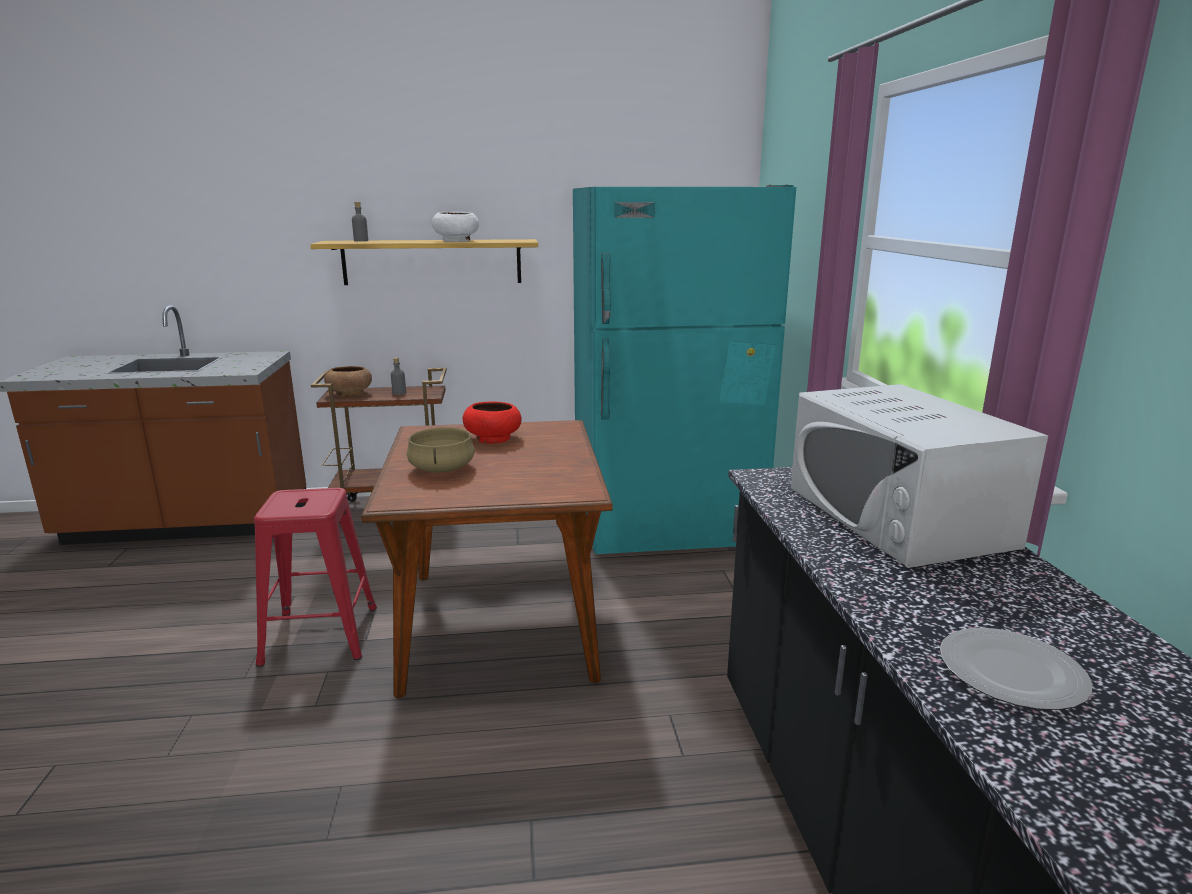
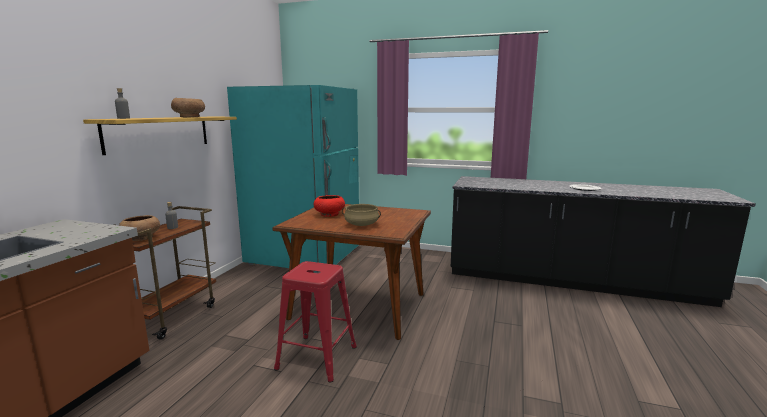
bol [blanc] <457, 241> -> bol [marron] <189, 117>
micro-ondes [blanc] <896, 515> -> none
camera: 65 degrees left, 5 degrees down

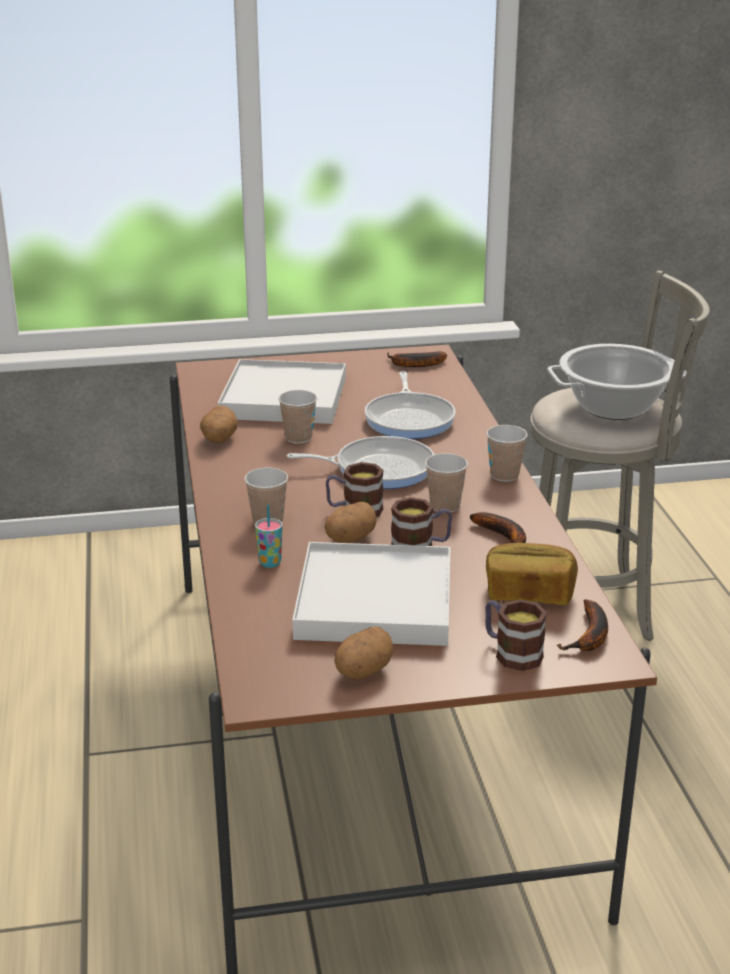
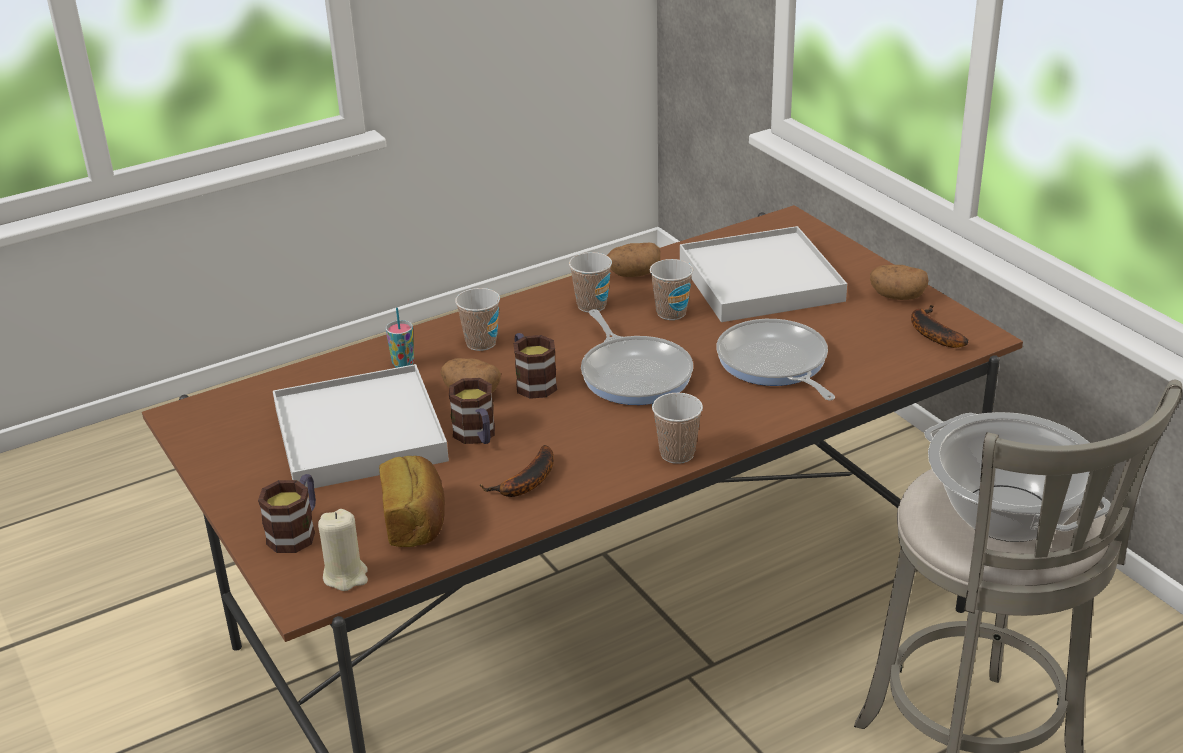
banane <590, 636> -> bougie [beige] <345, 576>
tasse <445, 506> -> tasse <591, 305>, moved
poêle <410, 419> -> poêle <774, 364>, 90 degrees clockwise
pomme de terre <362, 672> -> pomme de terre <897, 297>, moved
camera: 70 degrees right, 5 degrees up

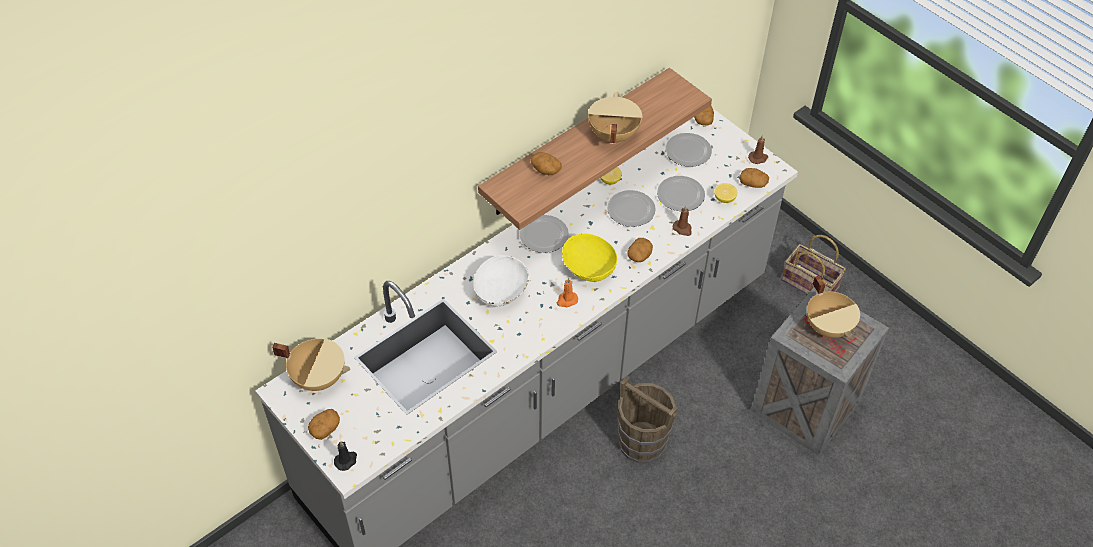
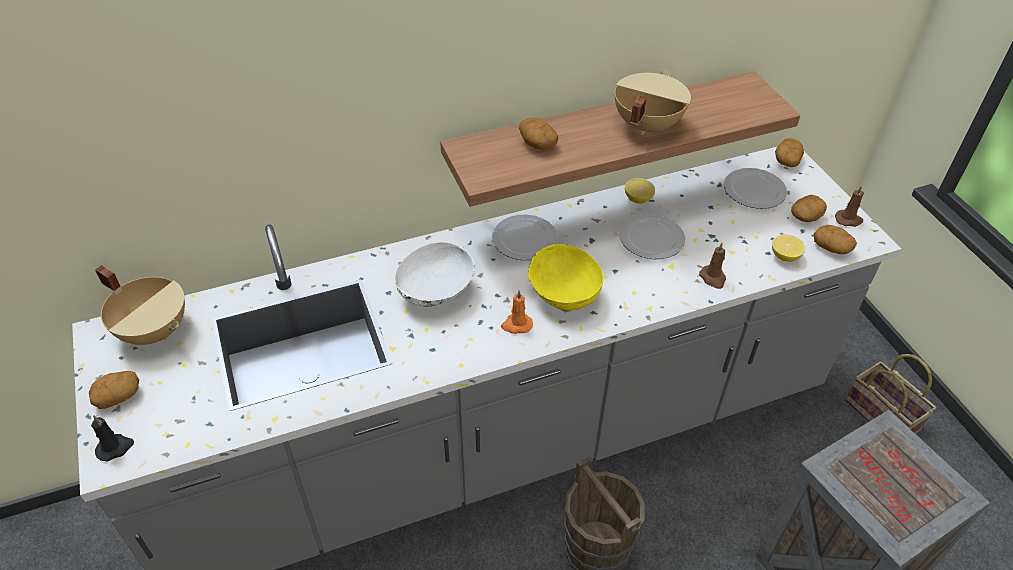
pomme de terre <639, 255> -> pomme de terre <806, 217>, moved
assiette <680, 195> -> none
marmite [beige] <828, 326> -> none
camera: 20 degrees right, 5 degrees down

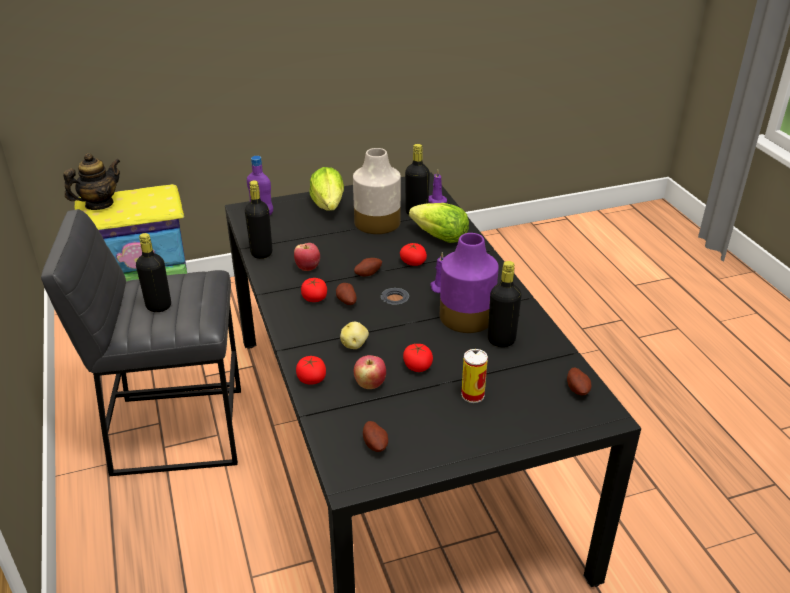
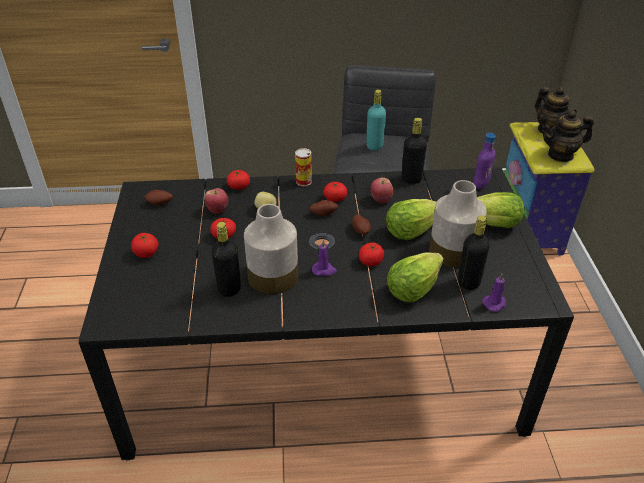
none -> tomate <146, 253>
vase [violet] <466, 316> -> vase [beige] <273, 276>
boîte métallique <472, 395> -> boîte métallique <303, 181>, moved
bouteille [noir] <159, 306> -> bouteille [turquoise] <374, 146>
none -> laitue <410, 231>
none -> théière <560, 155>
pomme de terre <578, 389> -> none
camera: 105 degrees right, 5 degrees up

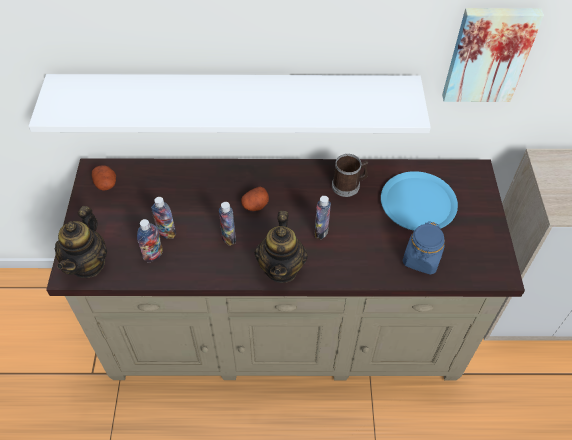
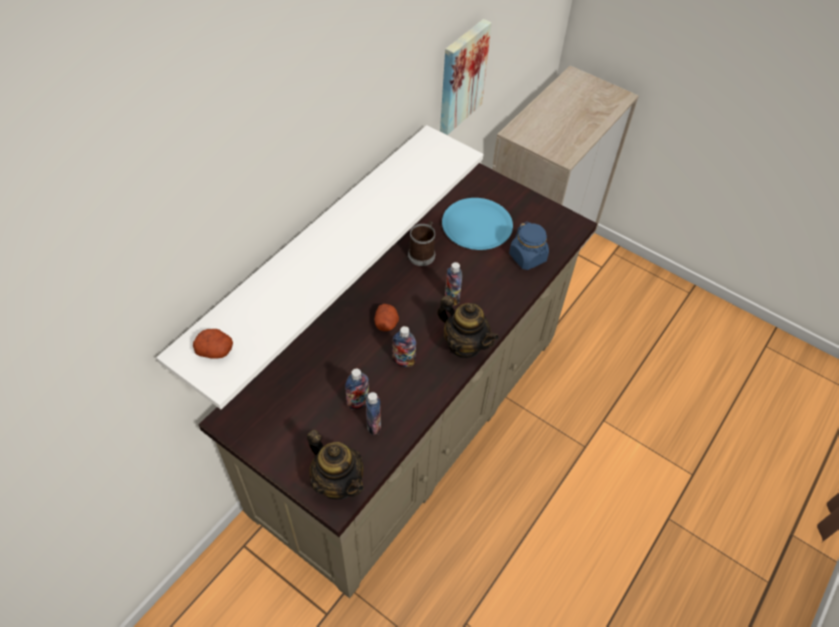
pomme de terre <106, 184> -> pomme de terre <216, 350>, moved
camera: 55 degrees left, 0 degrees up

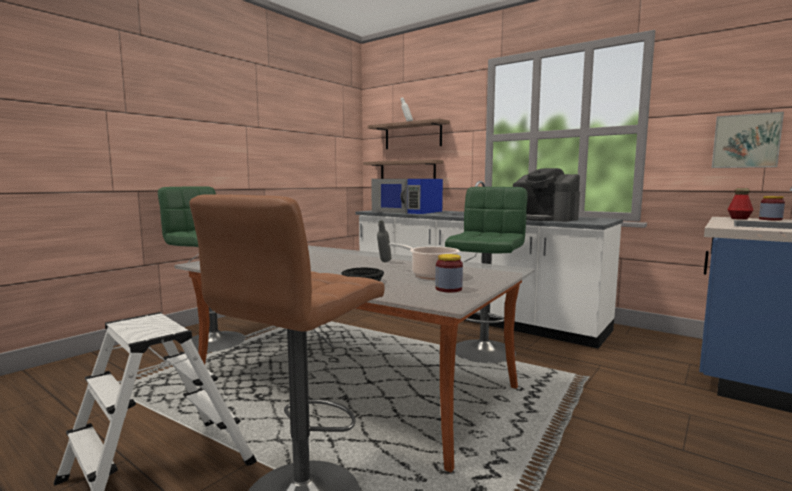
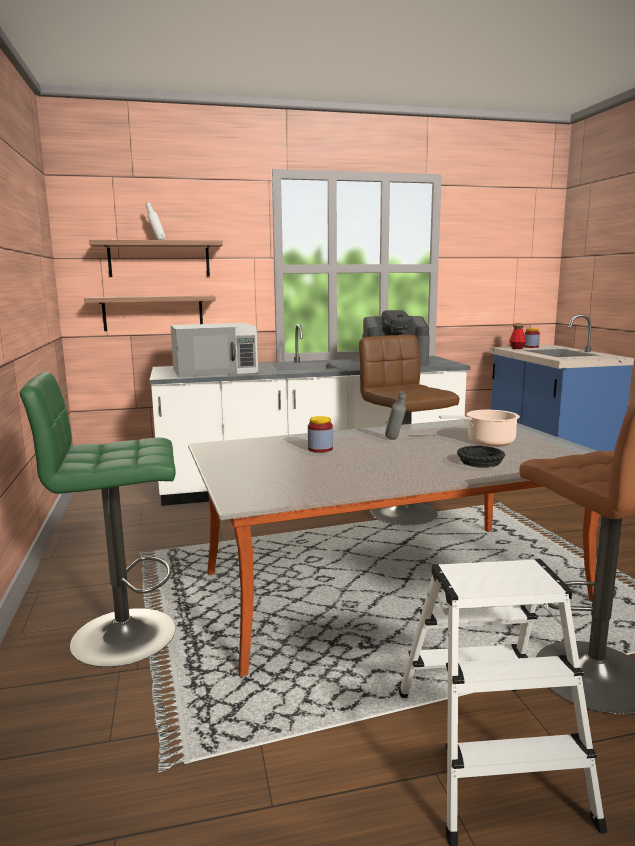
micro-ondes [bleu] <407, 211> -> micro-ondes [blanc] <215, 371>
bocal <448, 289> -> bocal <320, 449>, moved
tabouret [vert] <484, 351> -> tabouret [marron] <403, 512>
tableau <746, 141> -> none
camera: 50 degrees left, 5 degrees up

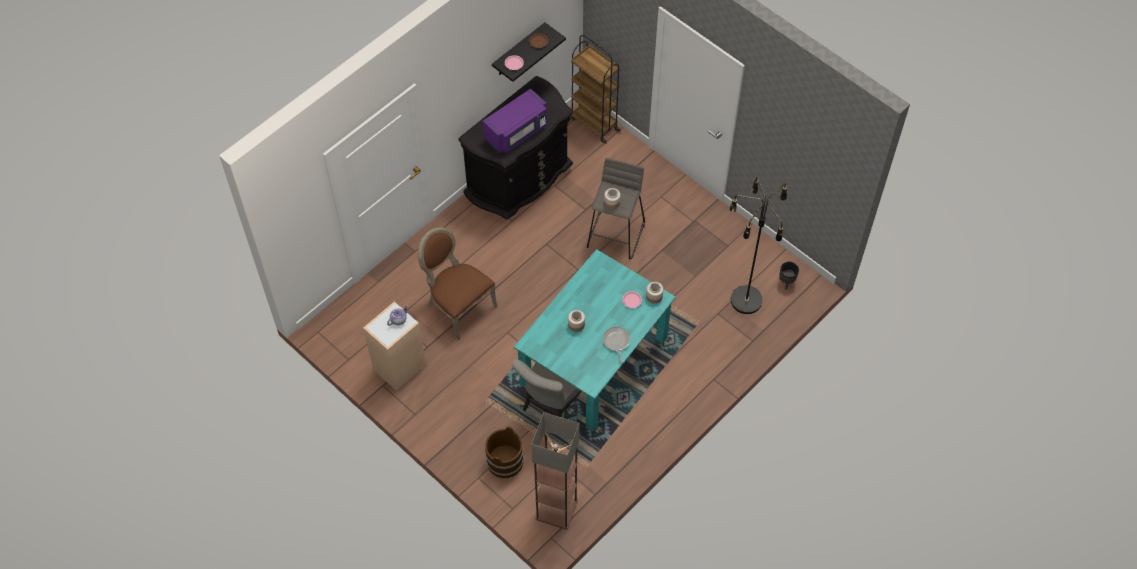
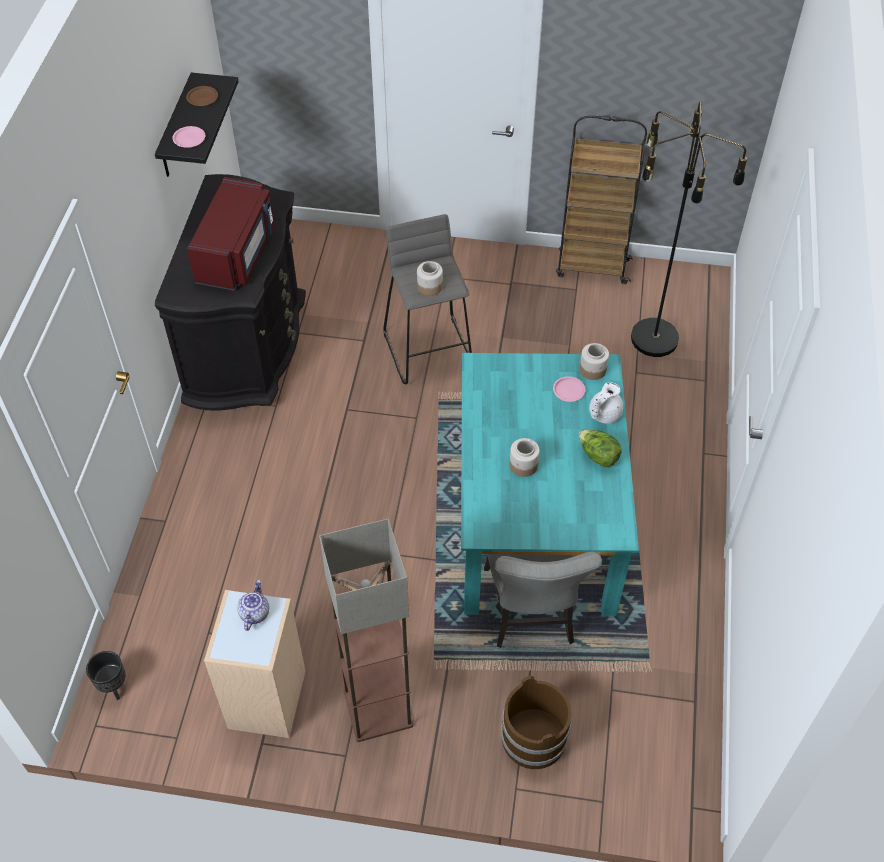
cache-pot [noir] <786, 282> -> cache-pot [noir] <114, 686>, moved
micro-ondes [violet] <517, 132> -> micro-ondes [rouge] <237, 254>
lampadaire <557, 509> -> lampadaire <378, 707>, moved
chariot [marron] <594, 124> -> chariot [marron] <592, 268>, moved
poêle <616, 342> -> laitue <598, 456>
none -> théière [blanc] <603, 414>
chaise [marron] <458, 306> -> none
camera: 35 degrees left, 5 degrees down

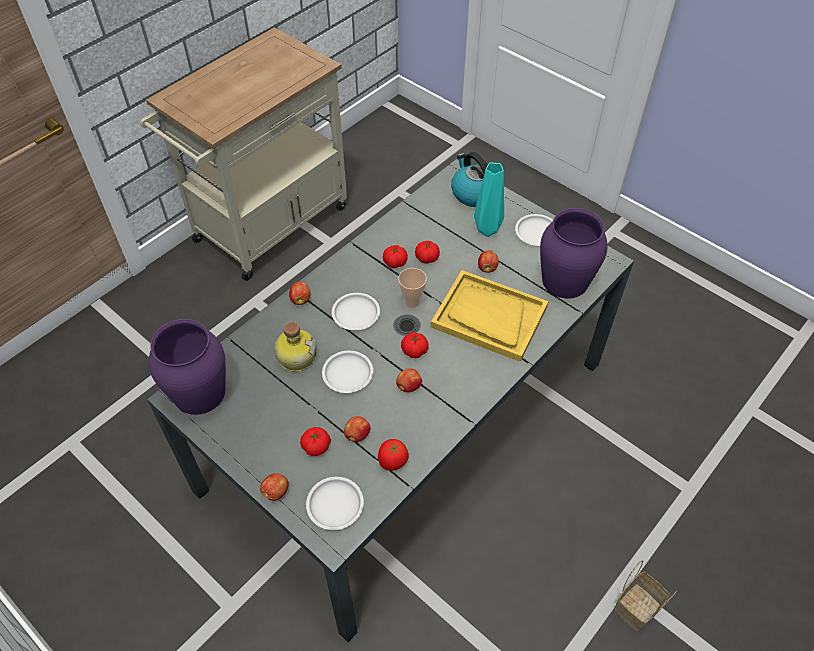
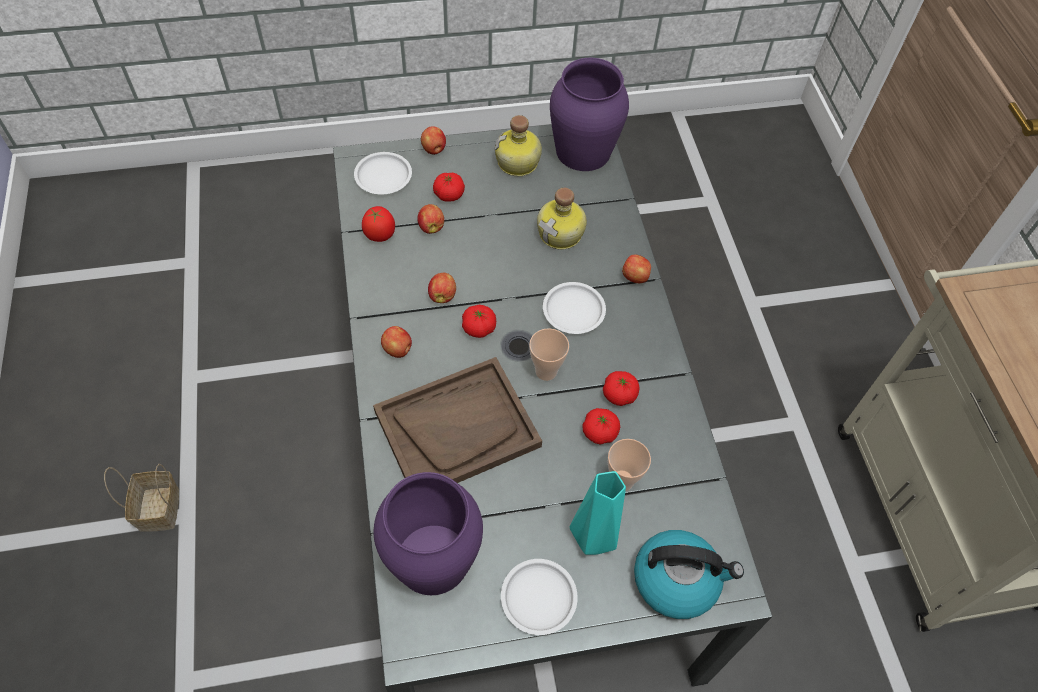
plateau [jaune] <489, 317> -> plateau [marron] <457, 428>
pomme <487, 268> -> pomme <398, 350>, moved
none -> bouteille <518, 163>
none -> tasse <622, 480>
assiette [blanc] <348, 373> -> none
camera: 125 degrees right, 5 degrees up

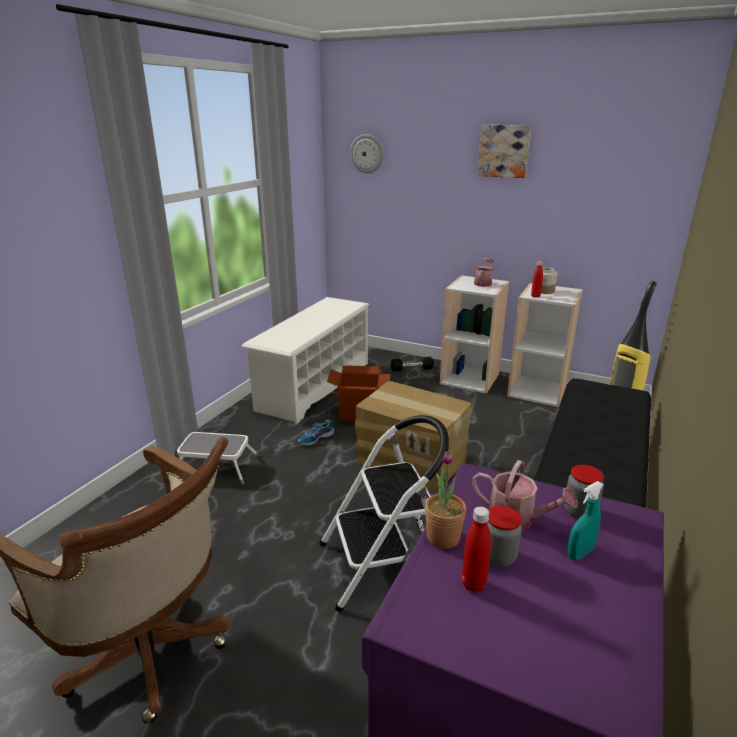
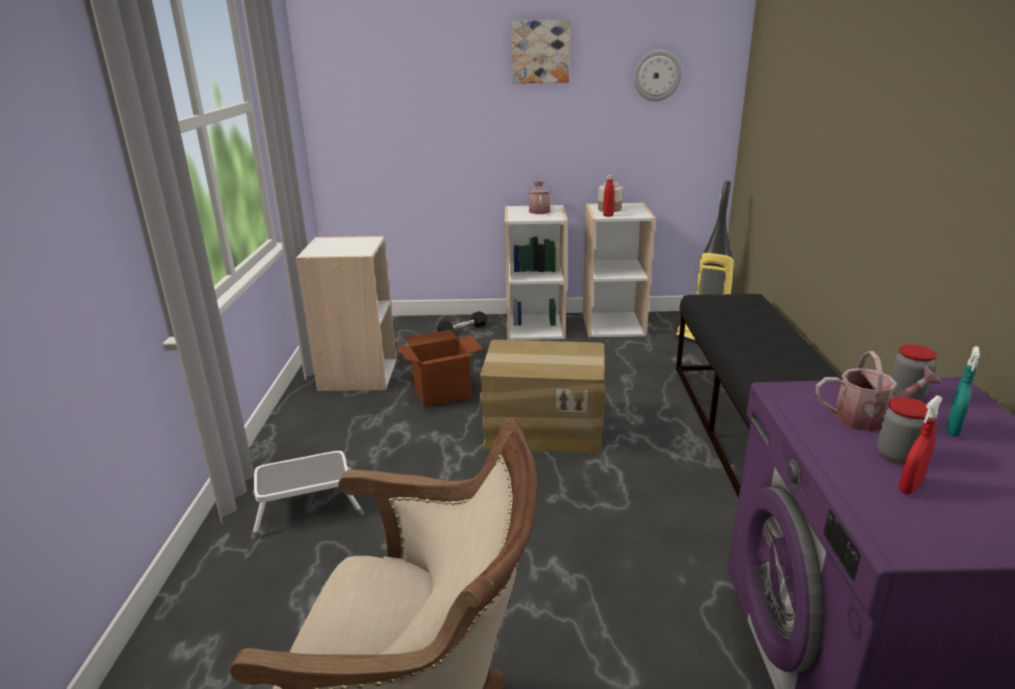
étagère à chaussures [blanc] <314, 385> -> bibliothèque <358, 374>
horloge murale <367, 153> -> horloge murale <657, 75>, moved
bouteille [rouge] <473, 584> -> vaporisateur [rouge] <910, 487>
chaussure <316, 438> -> none
escabeau <388, 565> -> none
plante en pot <443, 537> -> none
camera: 25 degrees left, 0 degrees up

